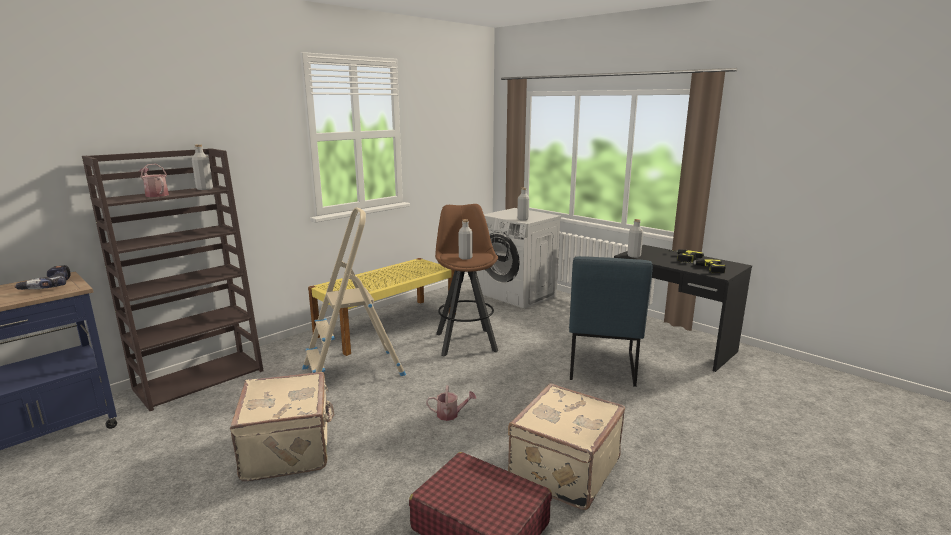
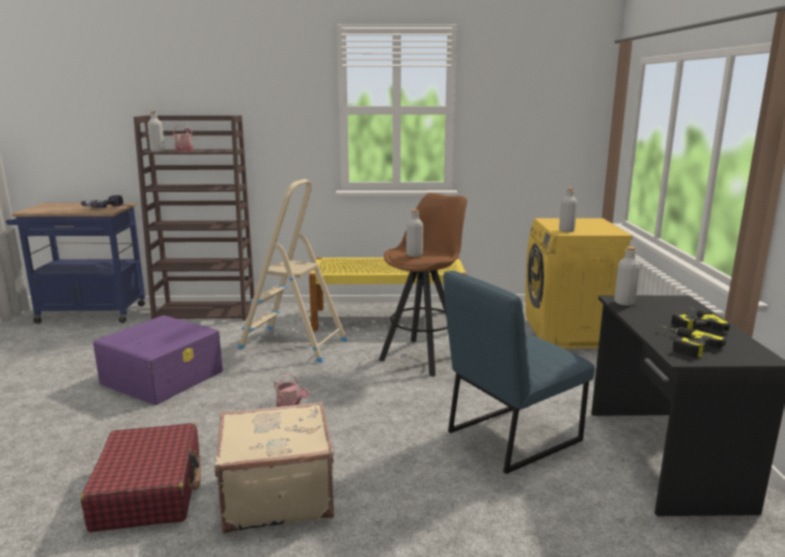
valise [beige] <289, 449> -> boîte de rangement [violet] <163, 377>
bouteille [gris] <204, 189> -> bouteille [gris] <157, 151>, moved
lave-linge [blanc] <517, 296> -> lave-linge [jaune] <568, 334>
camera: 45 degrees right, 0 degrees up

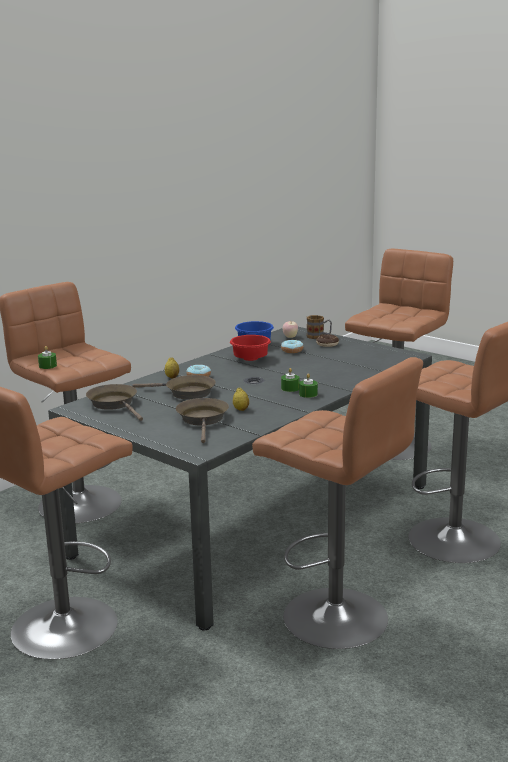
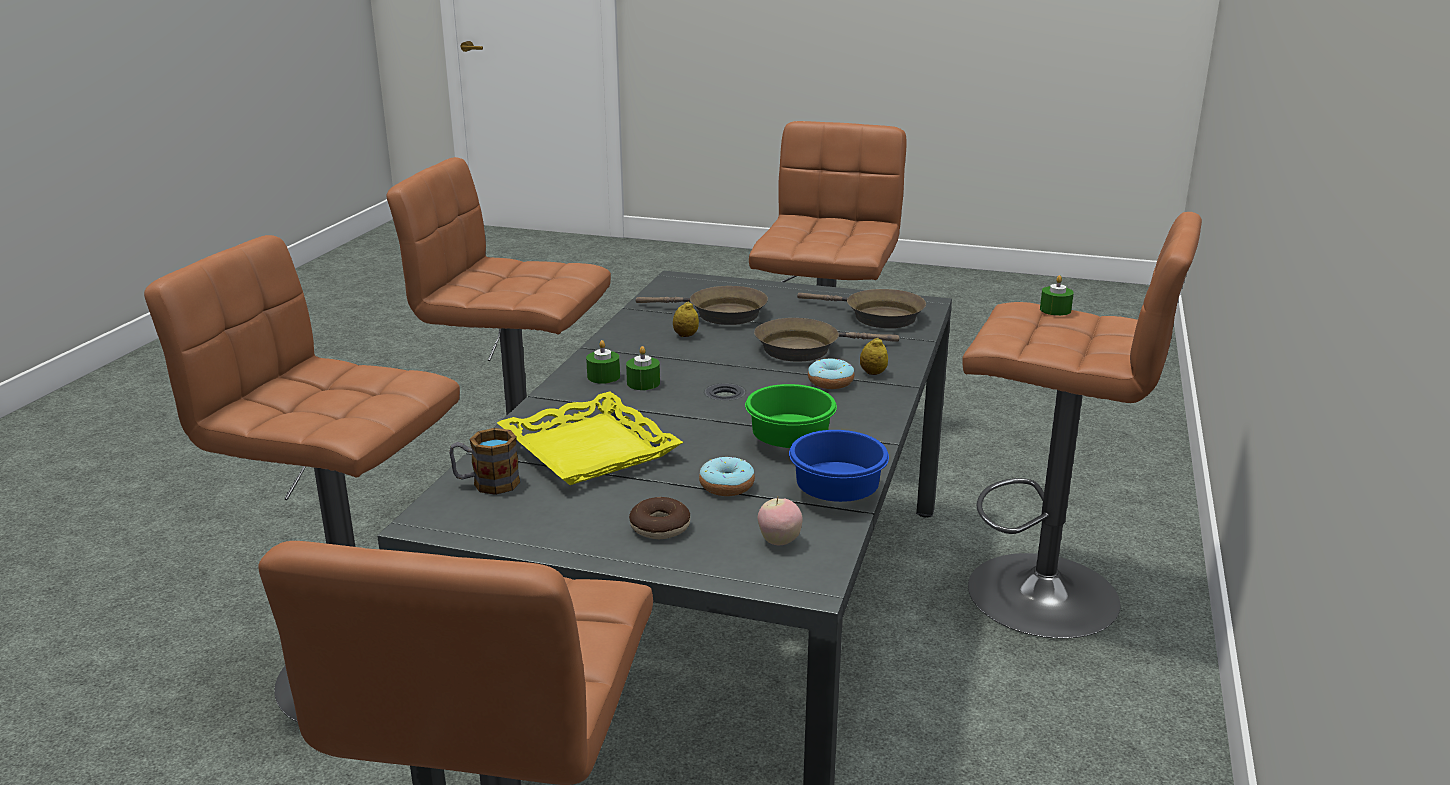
mug <319, 336> -> mug <486, 484>, moved
none -> plateau [jaune] <590, 449>
poêle [marron] <203, 420> -> poêle [marron] <720, 314>, 45 degrees counterclockwise
bol [rouge] <251, 359> -> bol [vert] <787, 441>
camera: 155 degrees right, 5 degrees up

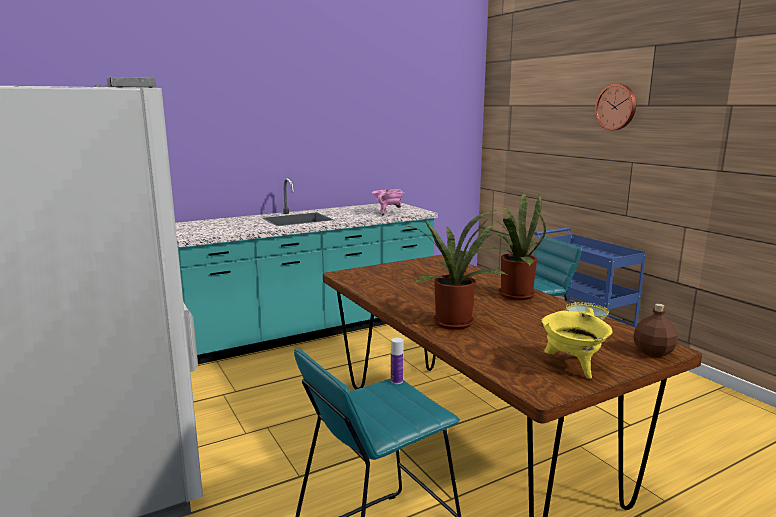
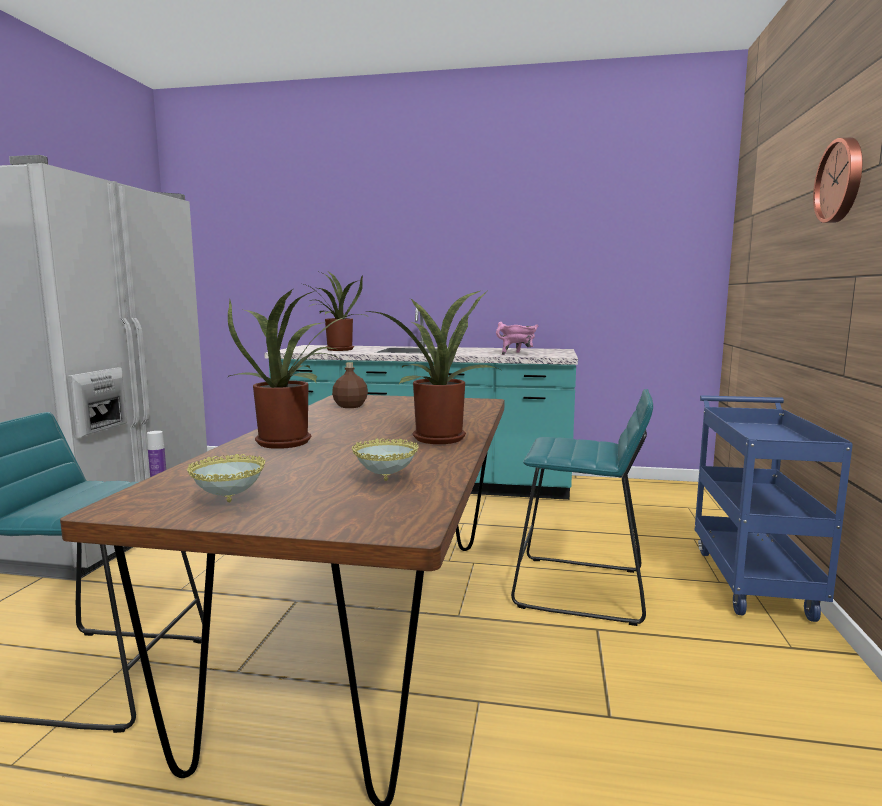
marmite [jaune] <573, 367> -> bol <229, 502>
none -> plante en pot <337, 350>
bouteille [marron] <654, 352> -> bouteille [marron] <350, 406>, moved
camera: 40 degrees right, 5 degrees down

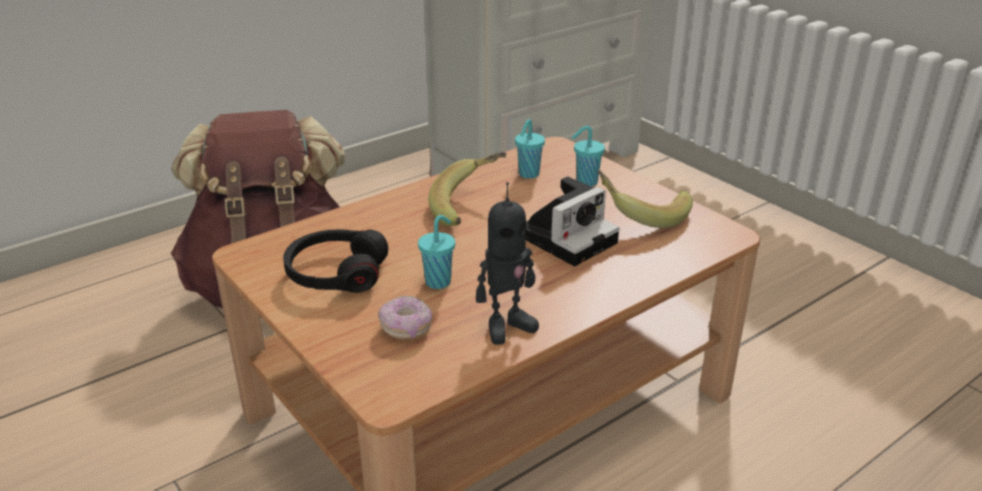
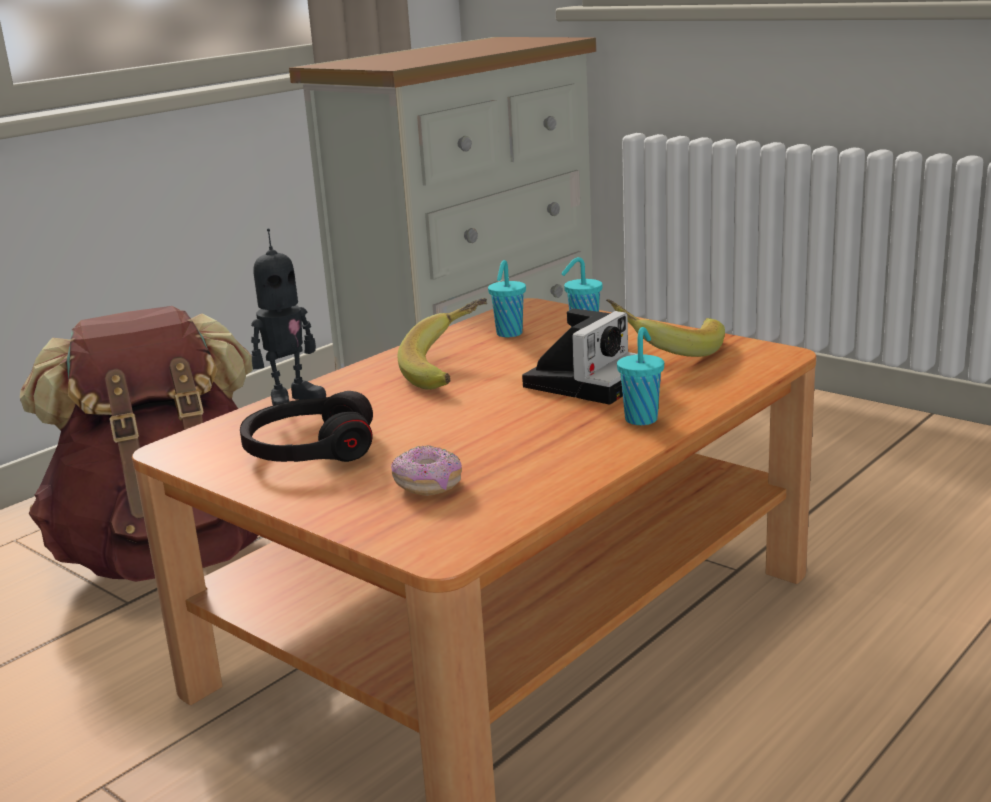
robot jouet <507, 326> -> robot jouet <291, 400>, moved
tasse [turquoise] <439, 281> -> tasse [turquoise] <642, 419>, moved
camera: 10 degrees left, 10 degrees down

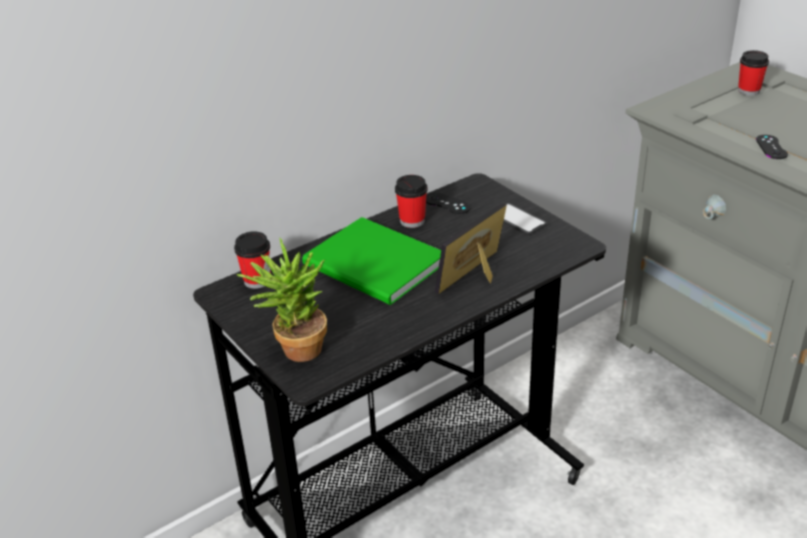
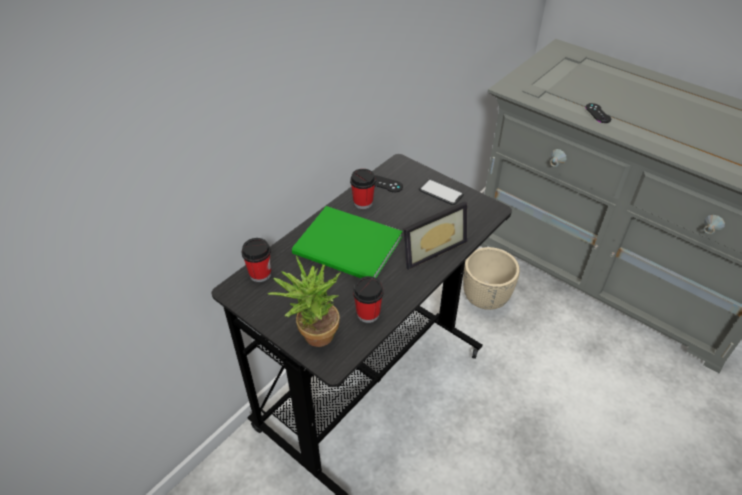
tasse <748, 91> -> tasse <368, 313>, moved
cadre photo <479, 277> -> cadre photo <430, 247>, 150 degrees counterclockwise
none -> cache-pot [beige] <485, 299>
camera: 15 degrees left, 10 degrees up

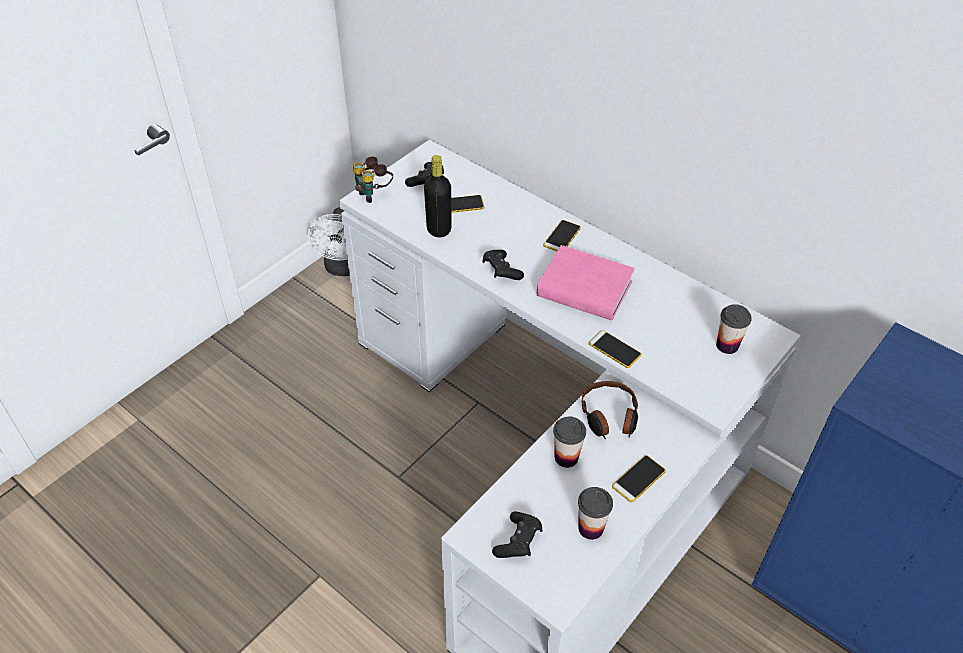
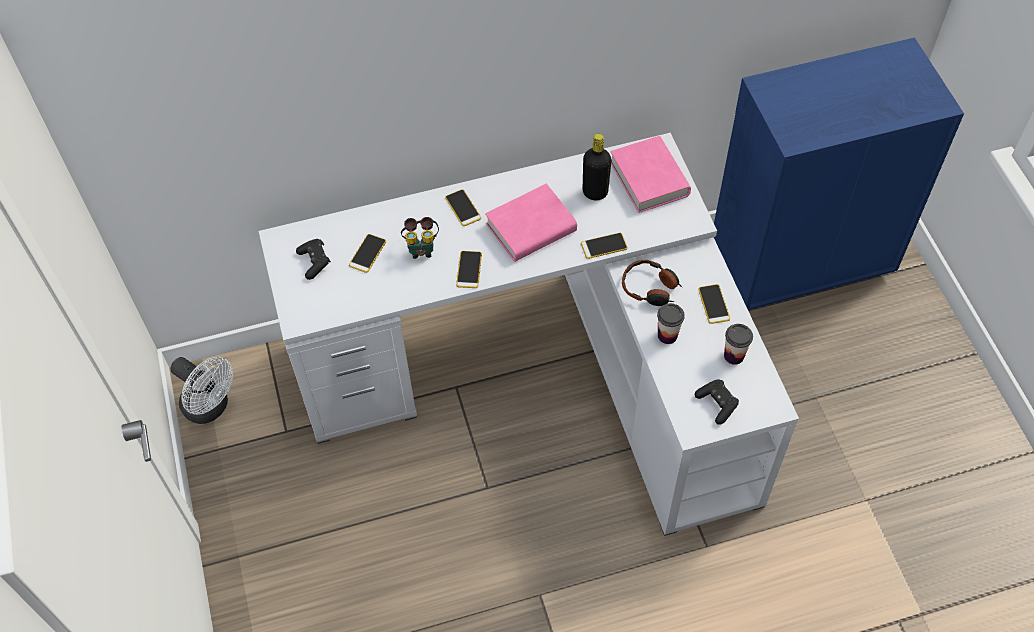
jumelles <374, 194> -> jumelles <421, 248>, moved
manette [noir] <501, 271> -> téléphone <469, 270>
bouteille [noir] <439, 229> -> bouteille [noir] <595, 192>, moved
tasse <727, 345> -> livre [rose] <649, 179>
camera: 55 degrees left, 10 degrees up

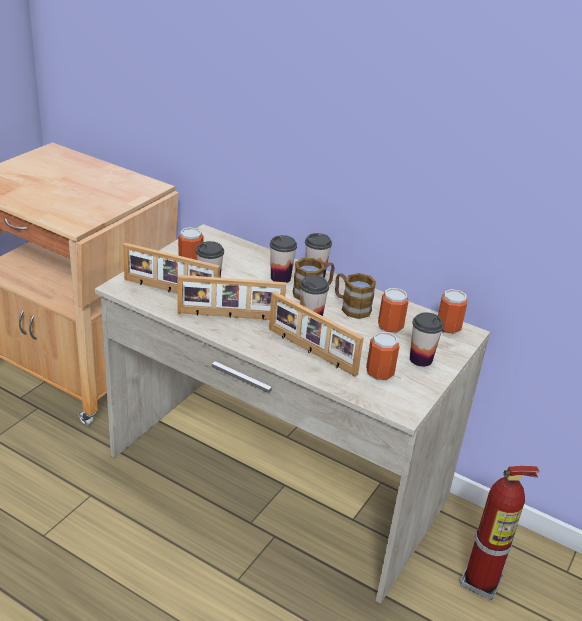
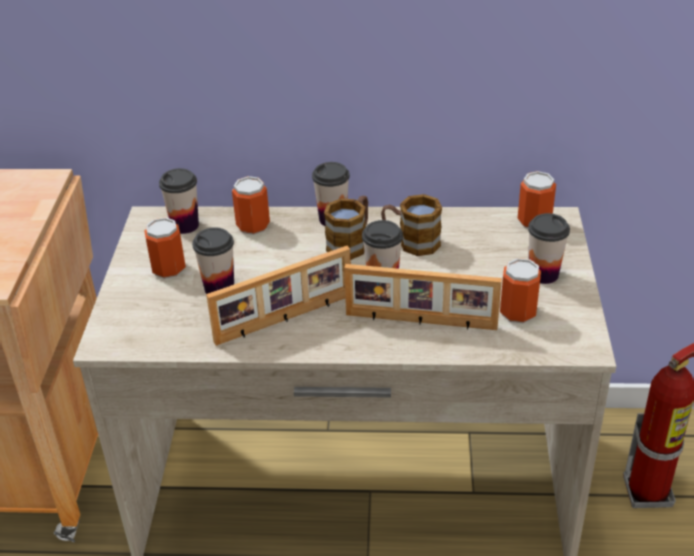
tasse <280, 278> -> tasse <185, 225>, moved
boîte métallique <390, 327> -> boîte métallique <253, 226>, moved
cadre photo <170, 291> -> none
camera: 25 degrees left, 5 degrees up

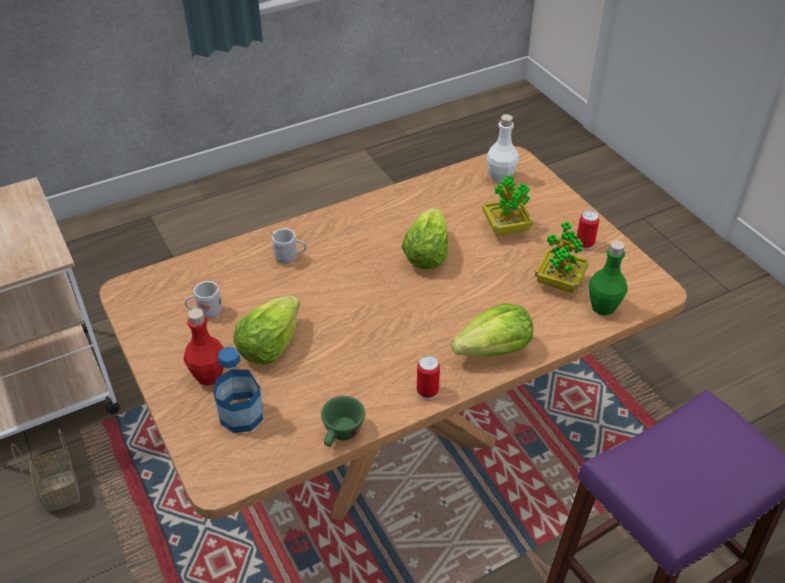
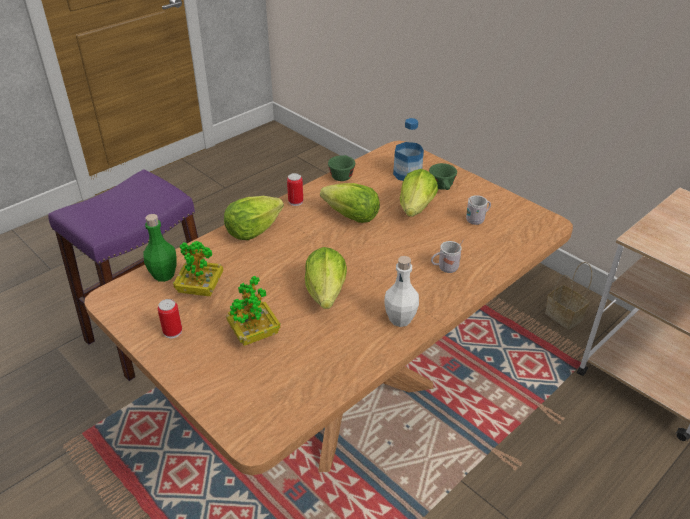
none -> laitue <351, 217>
bouteille [blanc] <500, 177> -> bouteille [blanc] <400, 319>, moved
bouteille [rouge] <209, 376> -> tasse [vert] <443, 187>
camera: 165 degrees right, 5 degrees down

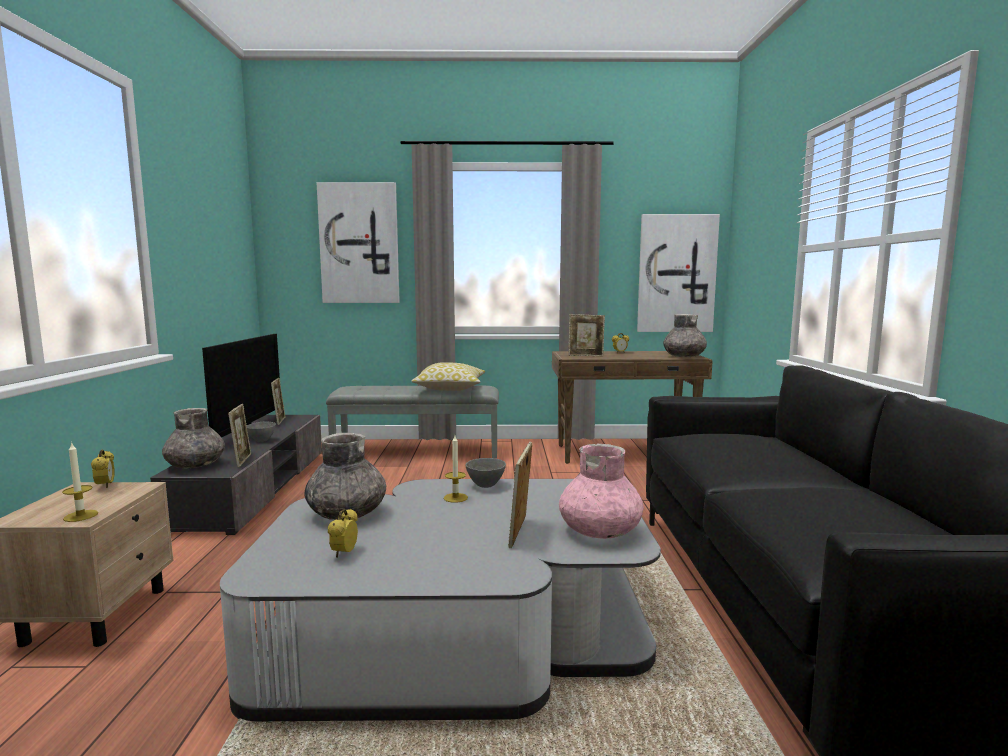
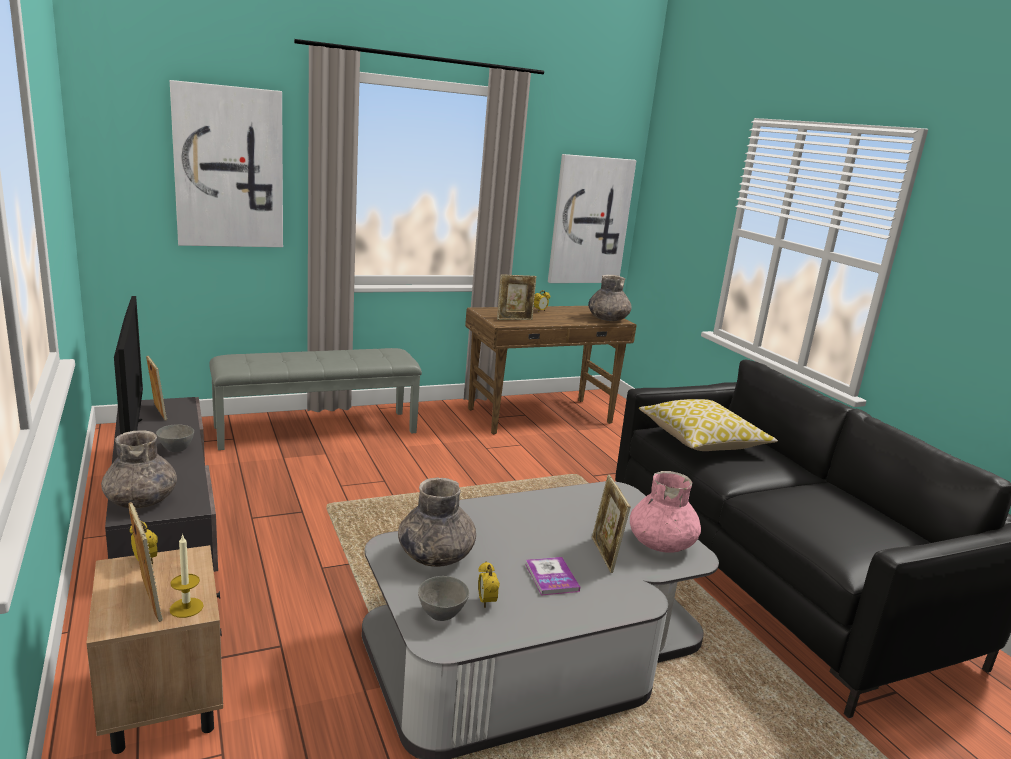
cadre photo <242, 460> -> cadre photo <148, 600>, moved
bol [gris] <486, 485> -> bol [gris] <442, 615>, moved
none -> livre <551, 577>
coussin <450, 388> -> coussin <702, 441>, moved
bougie <455, 498> -> none
camera: 25 degrees left, 10 degrees up

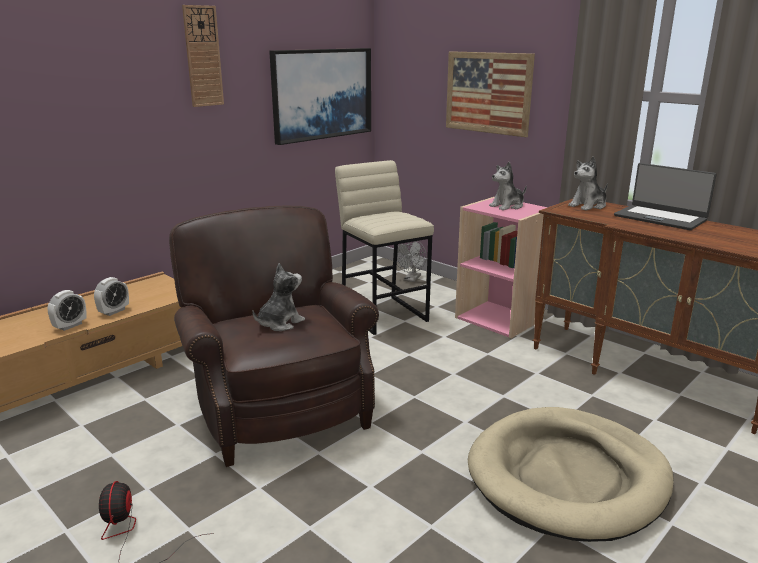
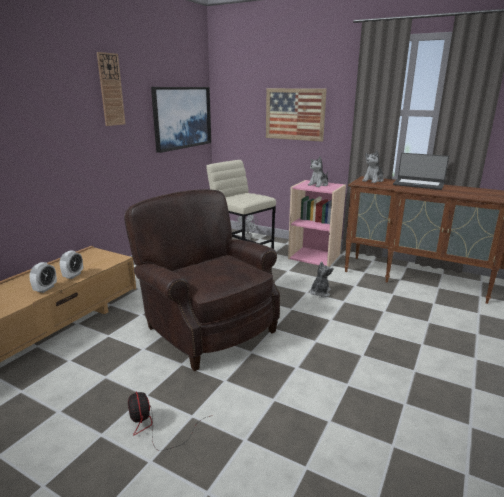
peluche <279, 323> -> peluche <320, 293>, moved
panier pour chien [beige] <567, 477> -> none
camera: 15 degrees left, 0 degrees up

